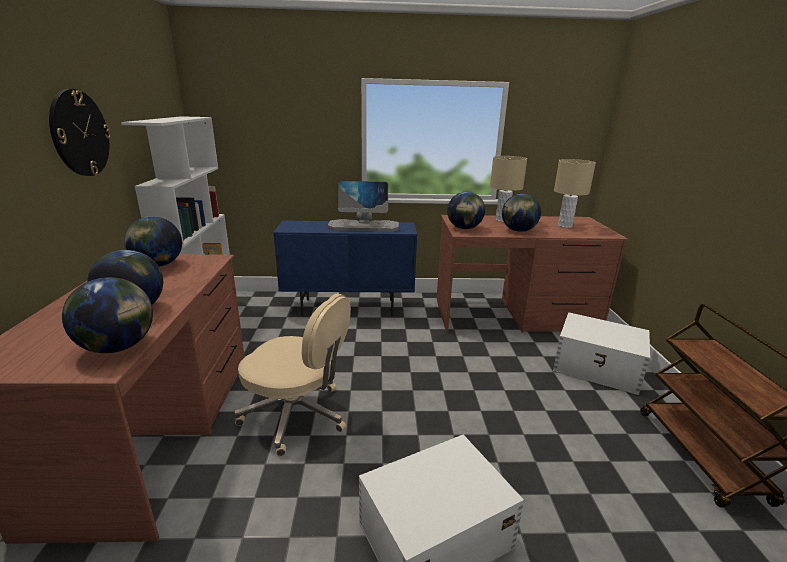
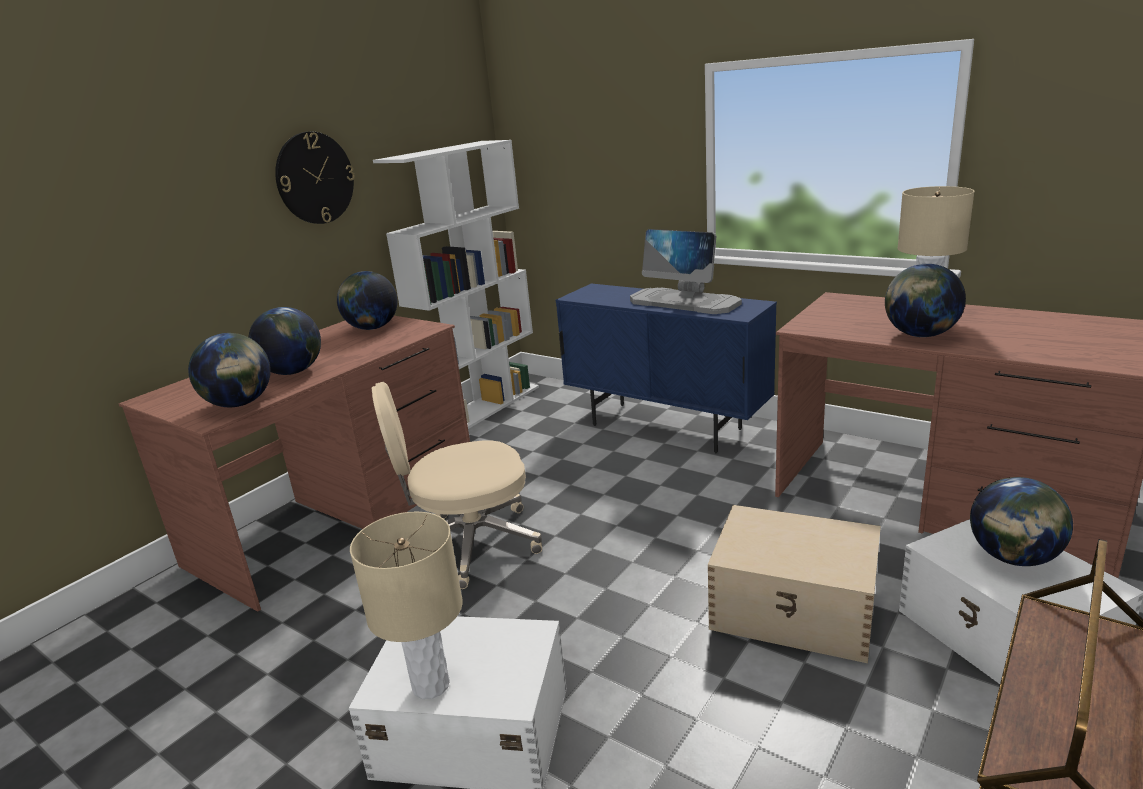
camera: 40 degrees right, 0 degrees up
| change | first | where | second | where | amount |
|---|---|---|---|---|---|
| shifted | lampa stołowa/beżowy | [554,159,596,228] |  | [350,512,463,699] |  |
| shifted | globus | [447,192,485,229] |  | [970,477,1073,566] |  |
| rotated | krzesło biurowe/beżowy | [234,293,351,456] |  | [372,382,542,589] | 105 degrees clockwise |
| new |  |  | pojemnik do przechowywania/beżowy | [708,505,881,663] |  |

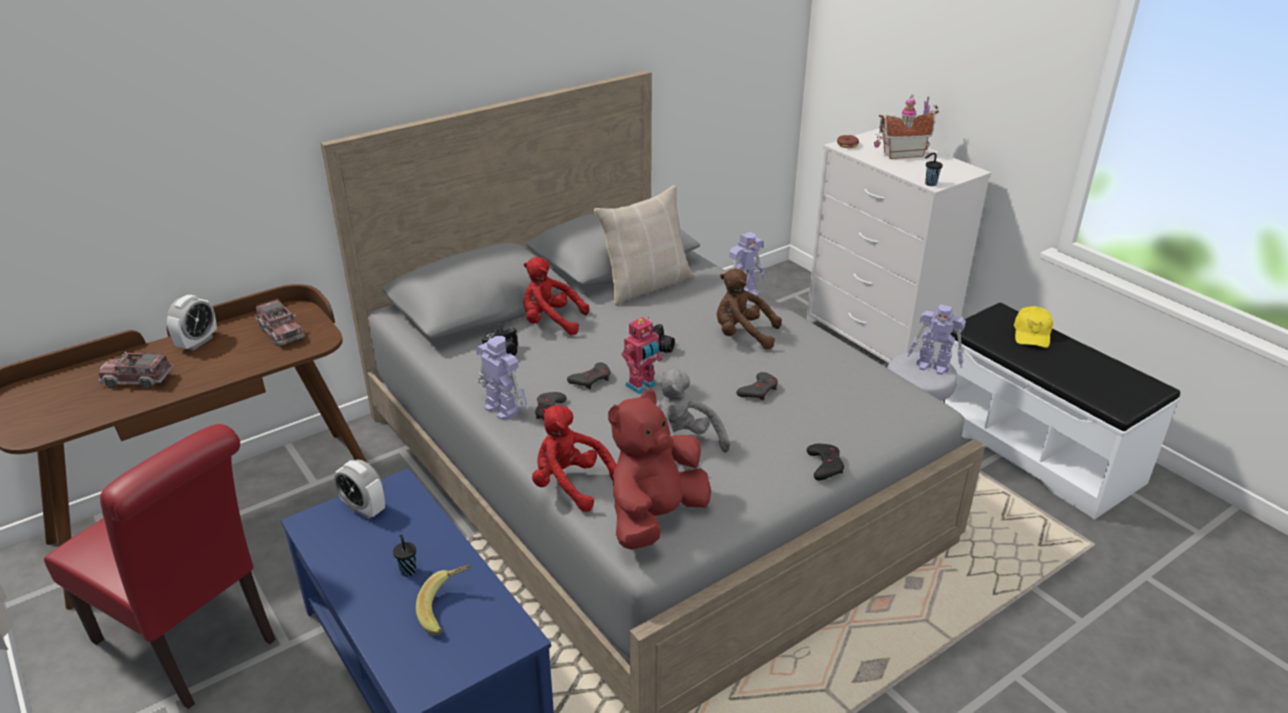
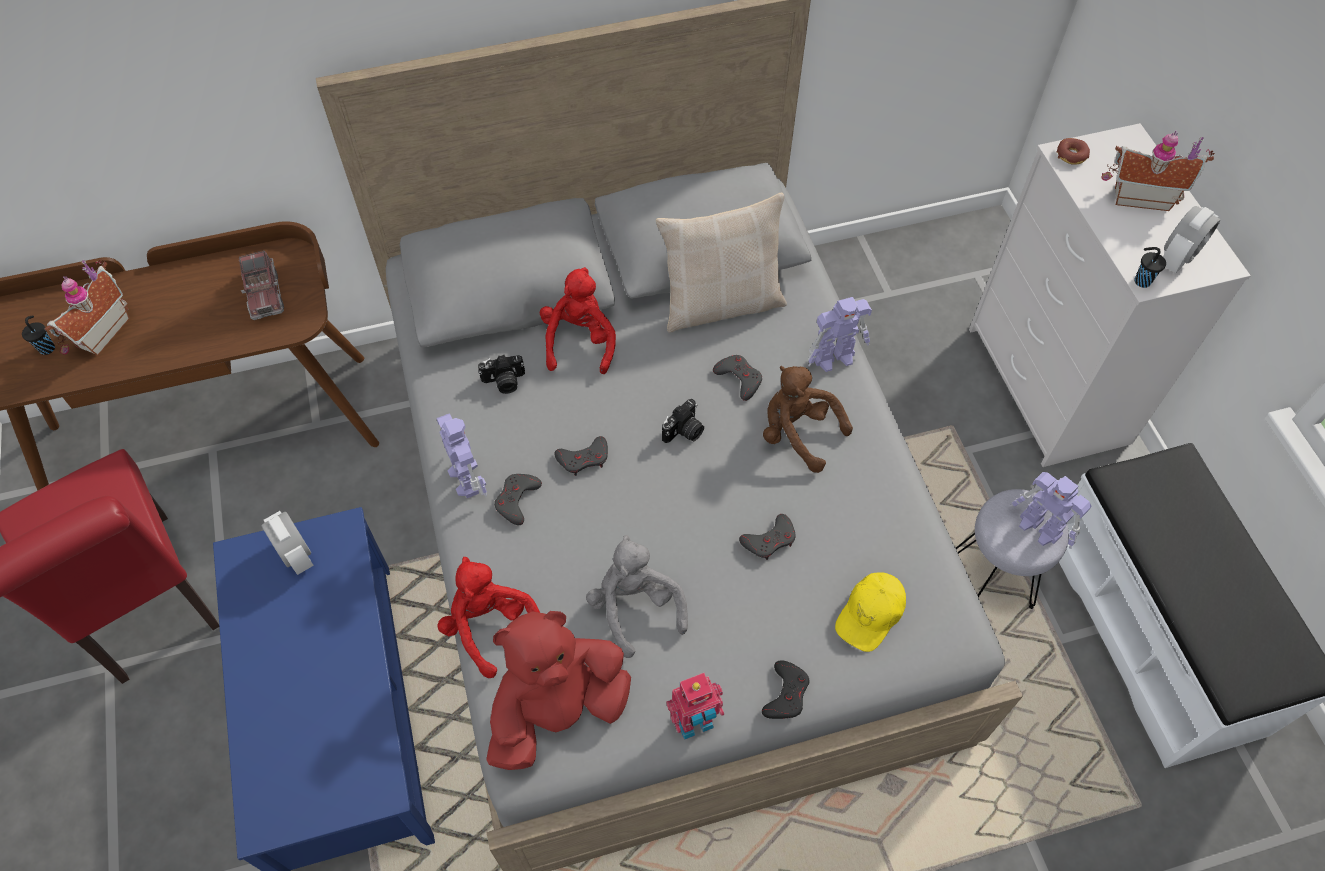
camera: 20 degrees right, 25 degrees up
| change | first | where | second | where | amount |
|---|---|---|---|---|---|
| rotated | pluszak/czerwony | [523,257,589,335] |  | [540,267,616,374] | 60 degrees clockwise |
| shifted | budzik | [167,295,217,351] |  | [1163,206,1220,273] |  |
| shifted | czapka z daszkiem/żółty | [1014,306,1053,348] |  | [835,572,906,652] |  |
| shifted | robot zabawkowy | [622,317,662,394] |  | [666,673,724,740] |  |
| swapped | ciężarówka zabawkowa | [98,352,174,389] | domek | [44,259,130,356] |  |
| shifted | filiżanka/czarny | [393,535,416,577] |  | [22,315,55,355] |  |
| gone | banan | [416,565,471,635] |  |  |  |
| new |  |  | pad do gier/szary | [713,355,762,401] |  |

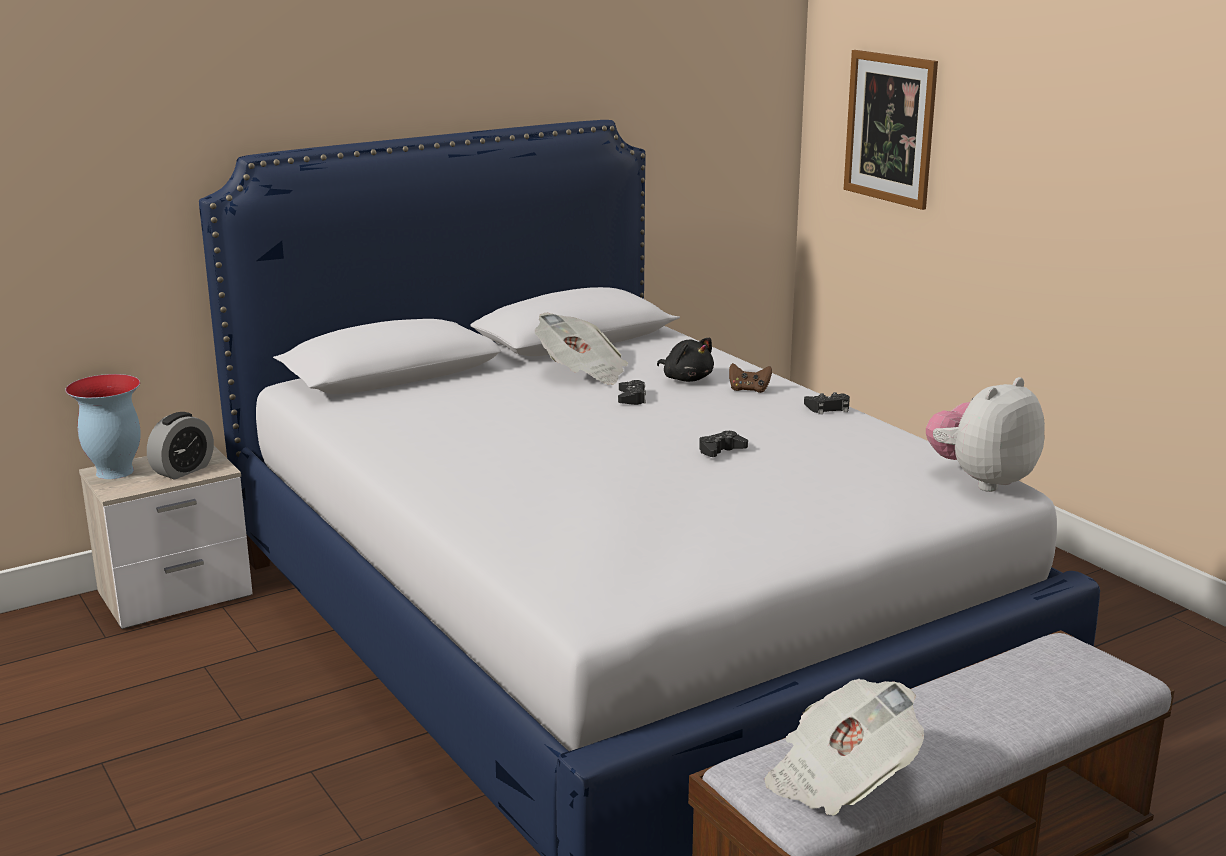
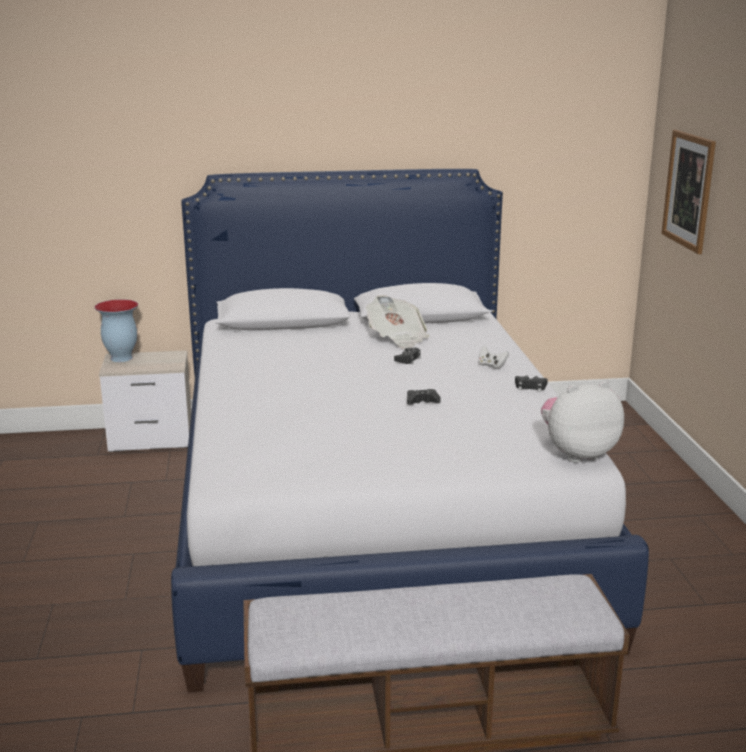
camera: 25 degrees right, 0 degrees up
| change | first | where | second | where | amount |
|---|---|---|---|---|---|
| gone | pluszak/czarny | [657,338,714,382] |  |  |  |
| repainted | pad do gier/brązowy | [729,363,772,393] | pad do gier/biały | [478,346,509,369] |  |
| gone | budzik | [147,412,214,480] |  |  |  |
| gone | gazeta | [764,679,924,816] |  |  |  |

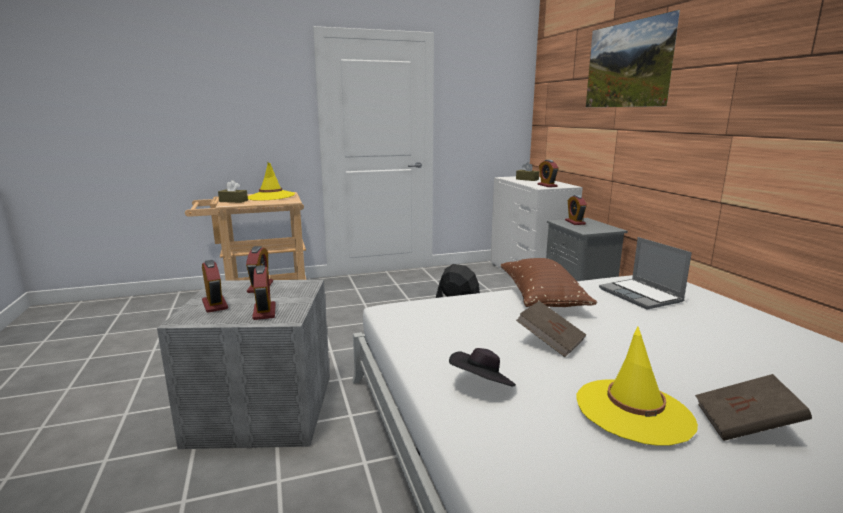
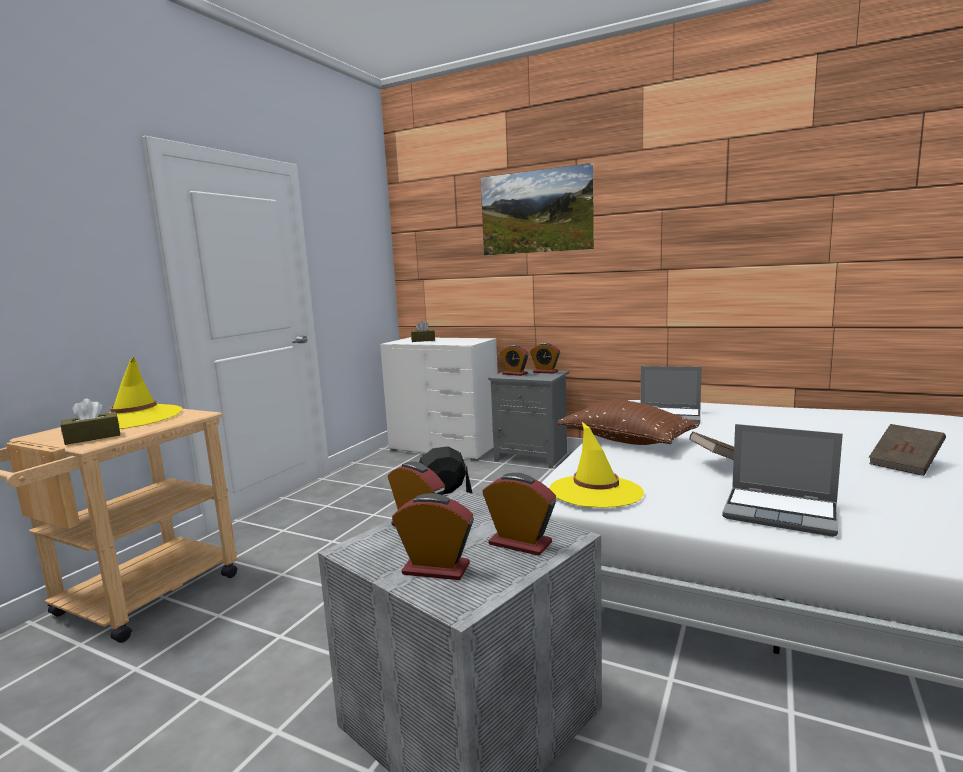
camera: 45 degrees left, 5 degrees down
| change | first | where | second | where | amount |
|---|---|---|---|---|---|
| shifted | budzik | [537,160,559,187] |  | [530,343,560,374] |  |
| shifted | kapelusz/żółty | [577,326,698,446] |  | [549,422,644,508] |  |
| swapped | kapelusz/czarny | [449,348,516,386] | laptop | [722,424,843,537] |  |

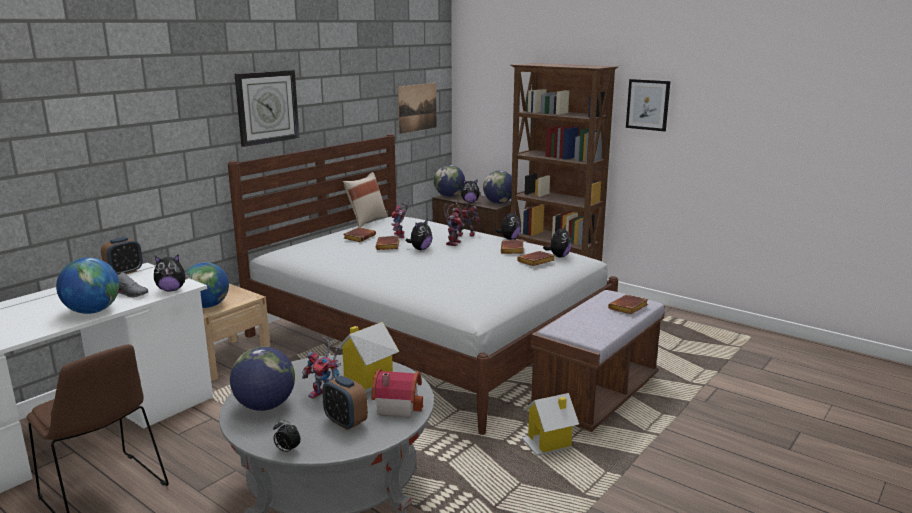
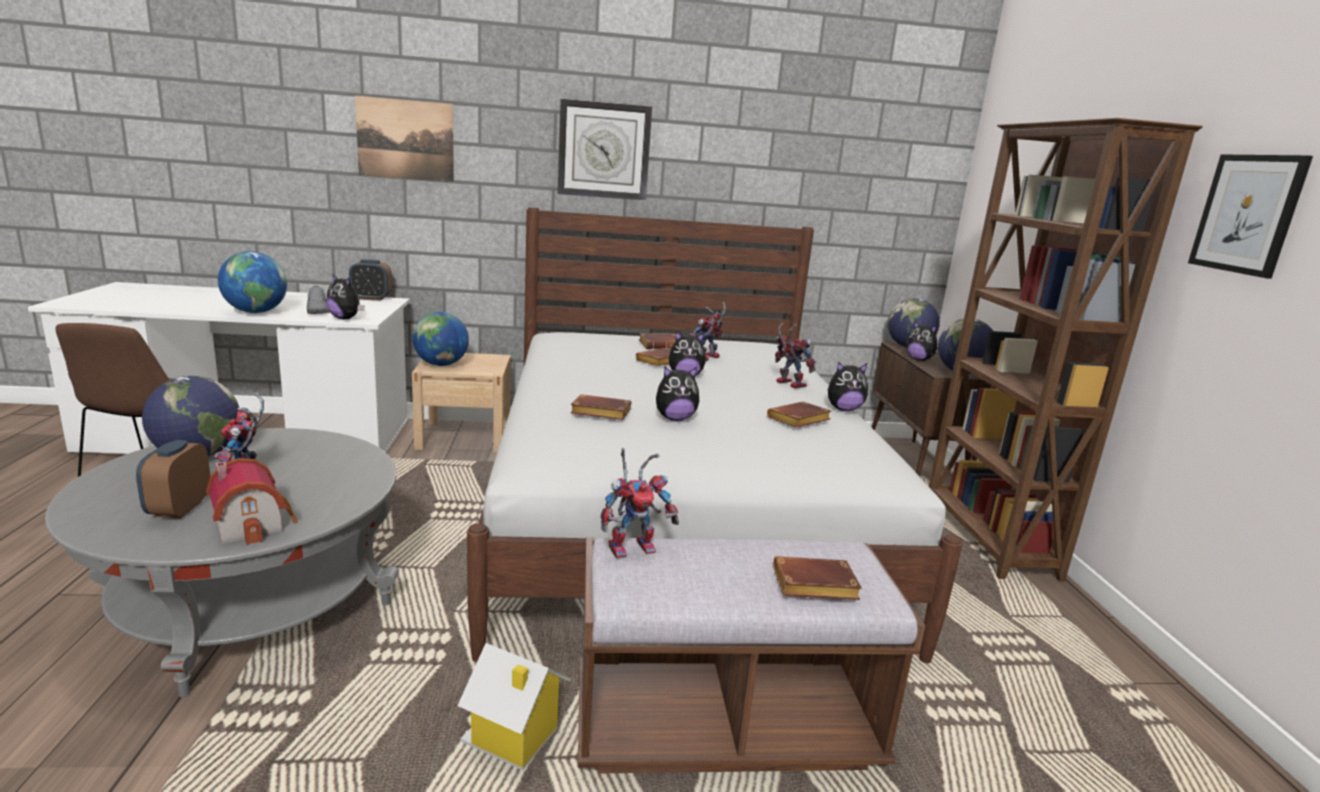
camera: 45 degrees right, 0 degrees up
| change | first | where | second | where | amount |
|---|---|---|---|---|---|
| shifted | obraz | [398,83,436,134] |  | [355,96,454,182] |  |
| gone | poduszka/beżowy | [343,172,387,227] |  |  |  |
| shifted | robot zabawkowy | [443,204,465,246] |  | [601,448,679,559] |  |
| shifted | pluszak | [543,225,572,257] |  | [656,367,699,421] |  |
| shifted | książka/brązowy | [517,251,555,266] |  | [570,394,631,420] |  |
| gone | domek | [335,322,400,393] |  |  |  |
| gone | budzik | [273,420,301,452] |  |  |  |

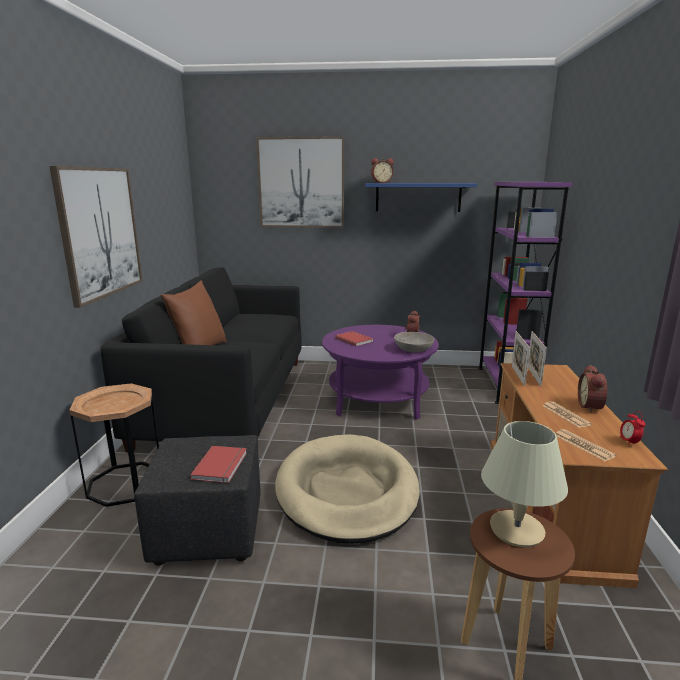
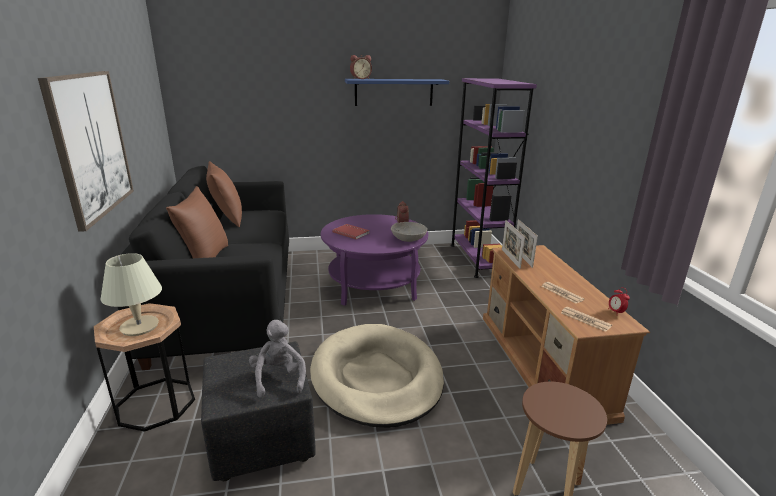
camera: 15 degrees left, 5 degrees up
| change | first | where | second | where | amount |
|---|---|---|---|---|---|
| gone | obraz | [256,136,344,228] |  |  |  |
| gone | budzik | [578,365,607,413] |  |  |  |
| shifted | lampa stołowa/beżowy | [481,421,568,547] |  | [101,253,162,336] |  |
| swapped | książka/czerwony | [190,446,247,483] | pluszak/szary | [249,320,306,398] |  |
| new |  |  | poduszka/brązowy | [206,161,242,228] |  |

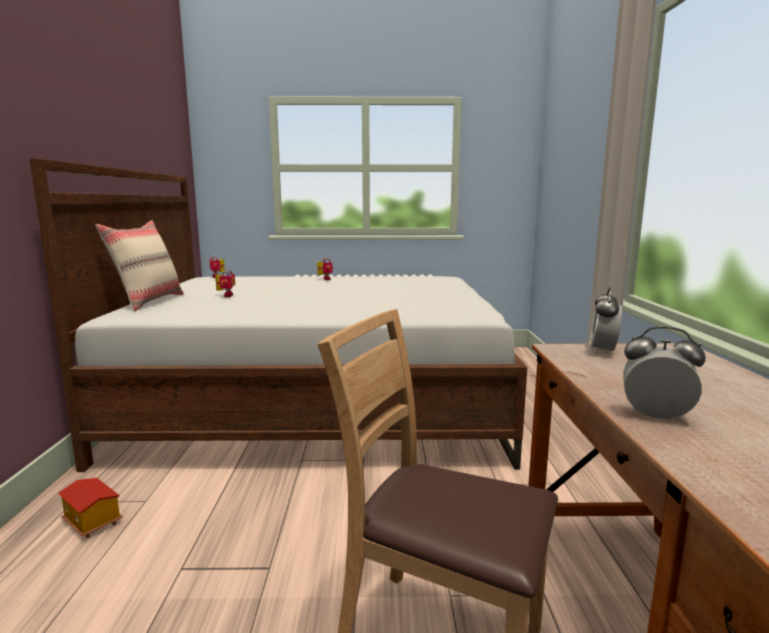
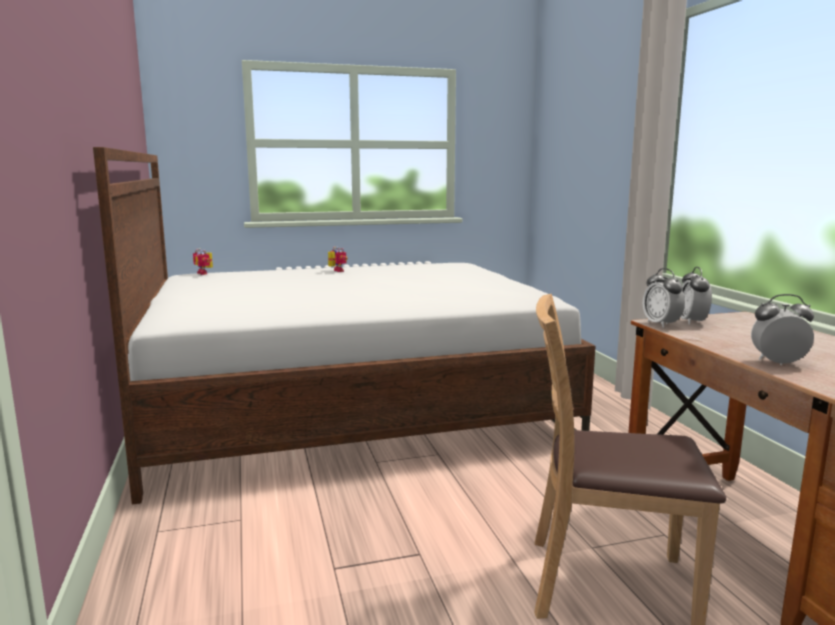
camera: 15 degrees left, 0 degrees up
| change | first | where | second | where | amount |
|---|---|---|---|---|---|
| gone | poduszka/beżowy | [95,220,184,311] |  |  |  |
| gone | robot zabawkowy | [215,269,235,297] |  |  |  |
| gone | domek | [58,478,123,538] |  |  |  |
| new |  |  | budzik | [643,268,685,328] |  |

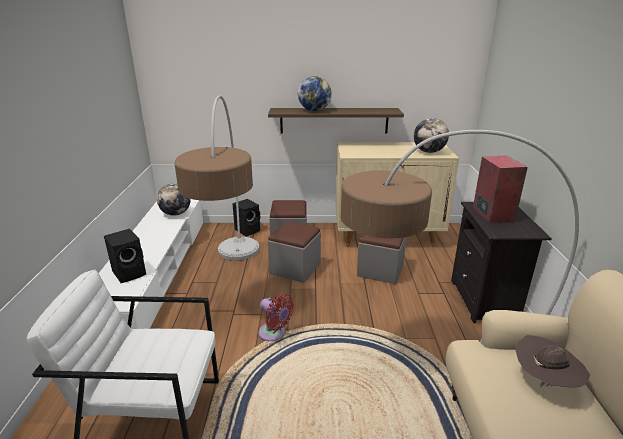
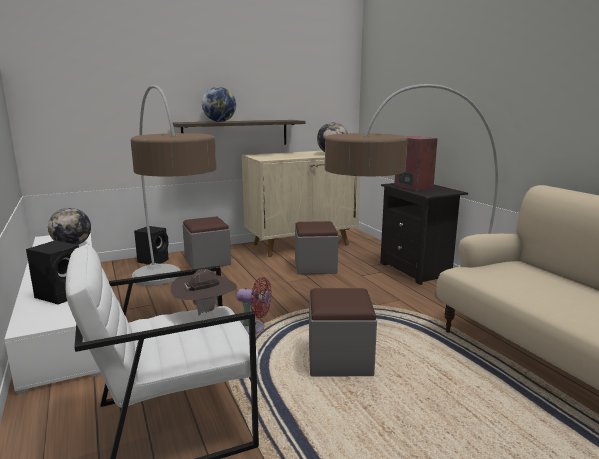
camera: 25 degrees left, 10 degrees down
| change | first | where | second | where | amount |
|---|---|---|---|---|---|
| shifted | pufa/szary | [268,221,321,283] |  | [309,288,377,376] |  |
| shifted | kapelusz/brązowy | [515,335,590,388] |  | [171,269,237,316] |  |

